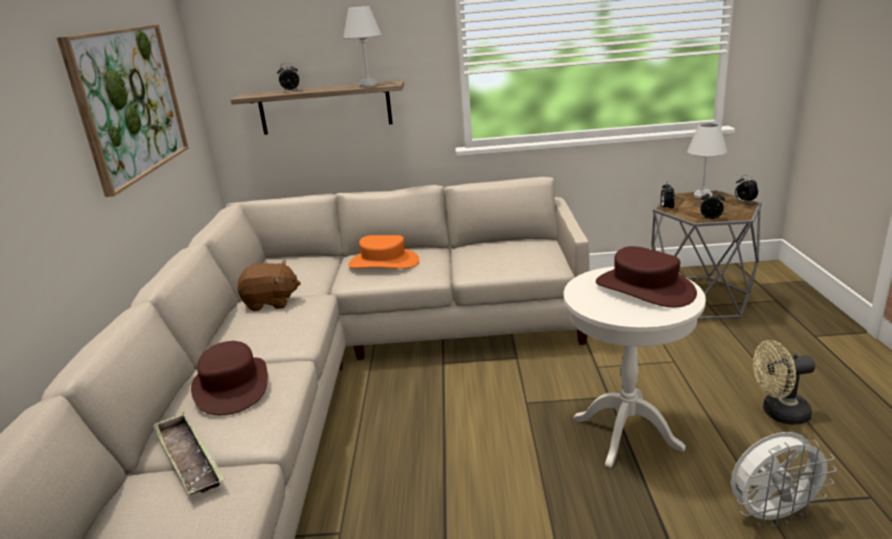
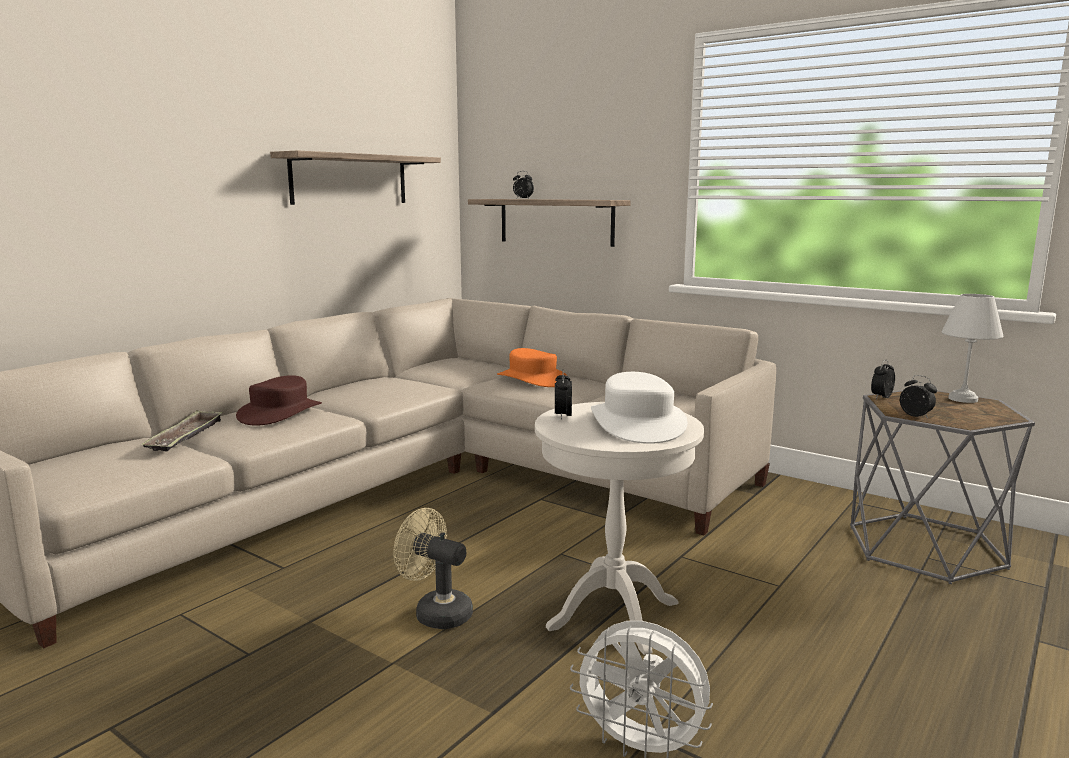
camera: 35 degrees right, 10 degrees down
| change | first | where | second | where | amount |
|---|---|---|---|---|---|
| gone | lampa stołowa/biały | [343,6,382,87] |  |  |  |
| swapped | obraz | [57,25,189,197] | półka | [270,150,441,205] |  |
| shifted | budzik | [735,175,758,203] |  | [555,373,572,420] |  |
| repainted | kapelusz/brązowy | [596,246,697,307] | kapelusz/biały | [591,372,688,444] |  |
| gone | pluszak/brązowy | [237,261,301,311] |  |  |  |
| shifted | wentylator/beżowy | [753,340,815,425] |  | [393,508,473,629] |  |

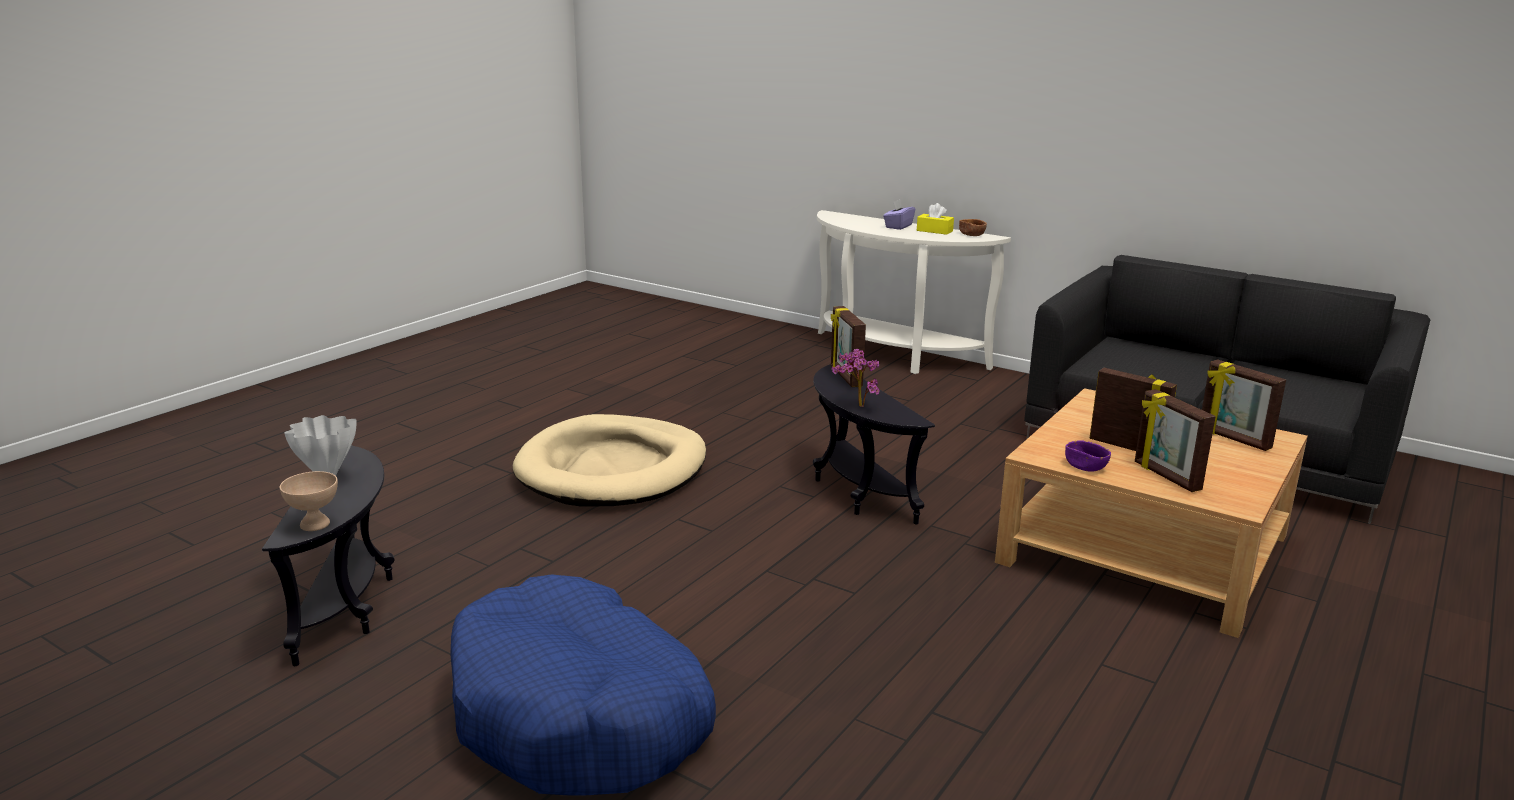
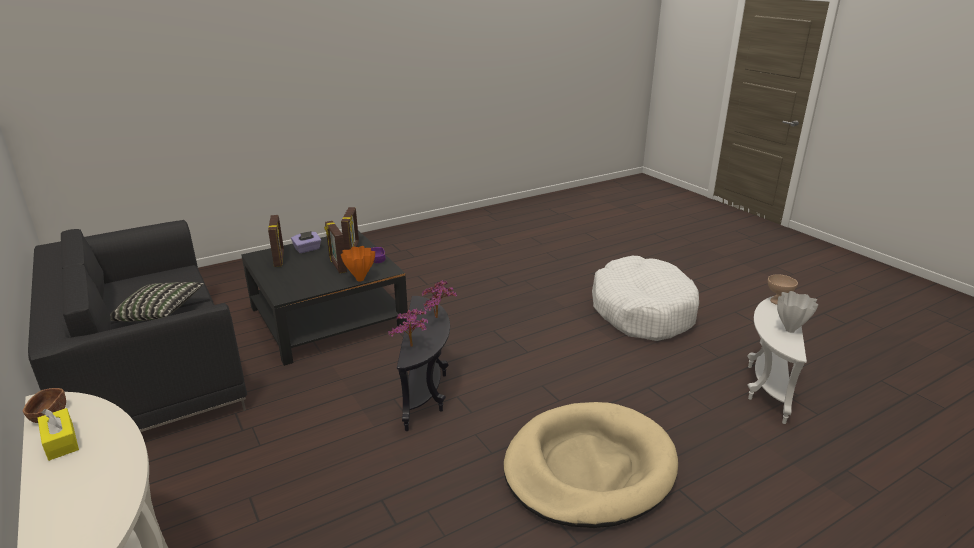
camera: 155 degrees left, 5 degrees up
| change | first | where | second | where | amount |
|---|---|---|---|---|---|
| shifted | pudełko chusteczek/fioletowy | [883,200,915,230] |  | [291,231,321,253] |  |
| swapped | ramka na zdjęcie | [831,306,866,387] | roślina doniczkowa | [388,308,428,347] |  |
| repainted | ława/beżowy | [995,388,1308,638] | ława/czarny | [241,231,408,366] |  |
| repainted | stolik/czarny | [262,445,395,666] | stolik/biały | [747,296,807,424] |  |
| repainted | legowisko/niebieski | [450,574,716,796] | legowisko/biały | [592,256,699,341] |  |
| new |  |  | wazon/pomarańczowy | [341,246,375,282] |  |
| new |  |  | poduszka | [110,282,204,321] |  |

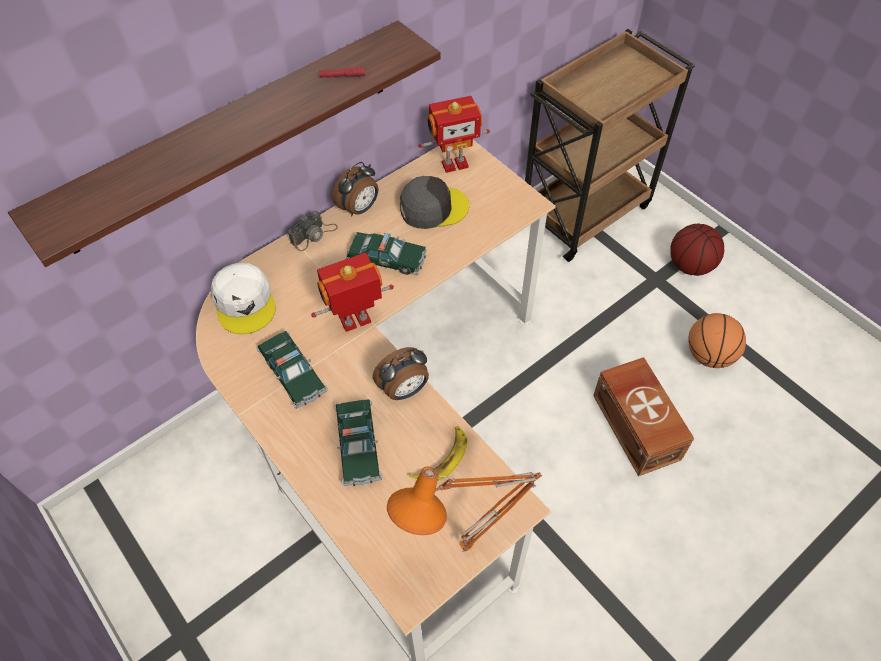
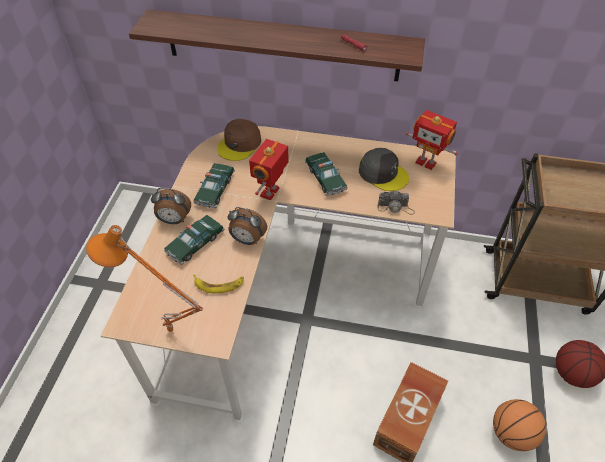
camera: 50 degrees right, 5 degrees down
| change | first | where | second | where | amount |
|---|---|---|---|---|---|
| shifted | budzik | [332,162,378,216] |  | [151,188,191,224] |  |
| shifted | aparat fotograficzny | [288,211,338,251] |  | [378,190,415,215] |  |
| rotated | robot zabawkowy | [311,253,394,332] |  | [249,139,289,200] | 90 degrees counterclockwise |
| repainted | czapka z daszkiem/biały | [211,262,276,334] | czapka z daszkiem/brązowy | [217,119,261,161] |  |

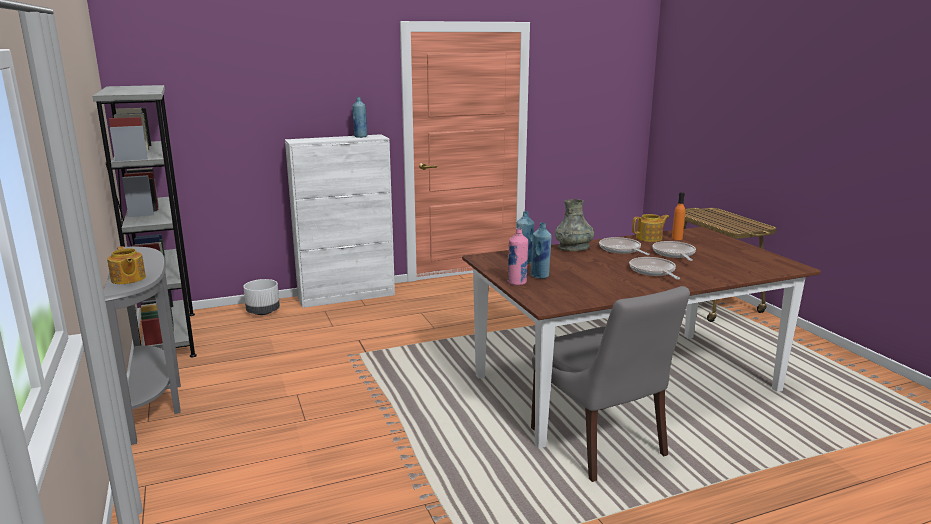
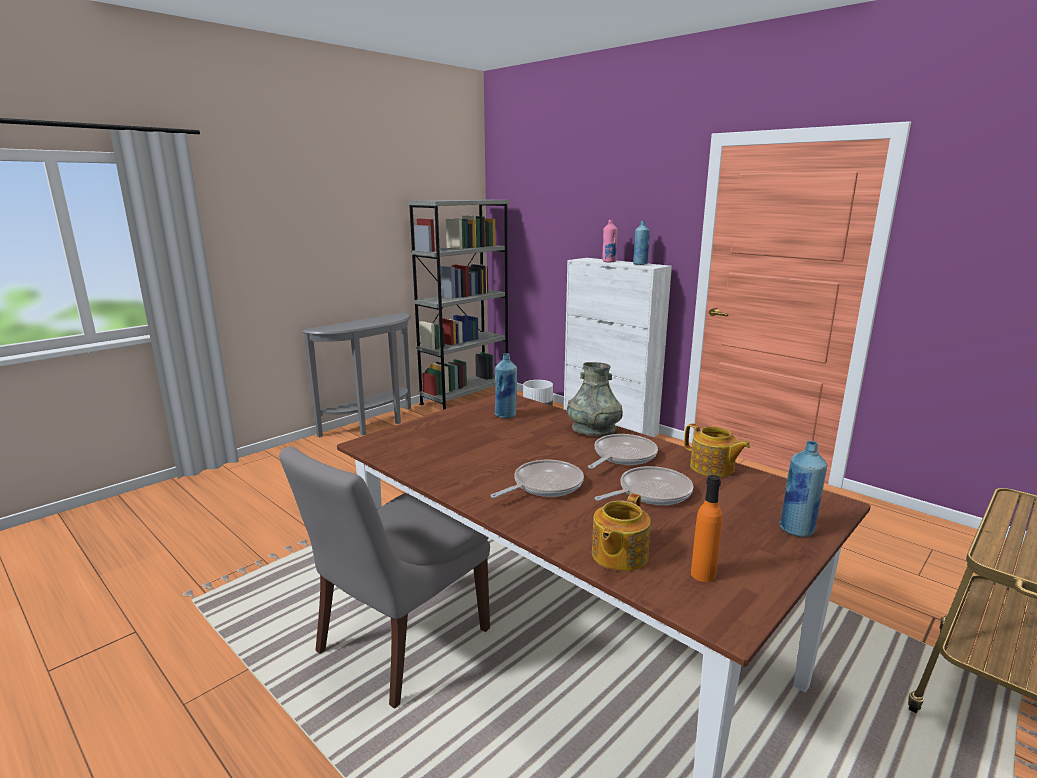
camera: 65 degrees right, 0 degrees up
| change | first | where | second | where | amount |
|---|---|---|---|---|---|
| shifted | butelka/pomarańczowy | [672,192,685,240] |  | [691,475,722,582] |  |
| shifted | butelka/niebieski | [531,223,552,279] |  | [779,441,827,537] |  |
| shifted | butelka/różowy | [508,228,528,286] |  | [602,220,617,262] |  |
| shifted | imbryk | [107,246,146,284] |  | [592,493,651,571] |  |

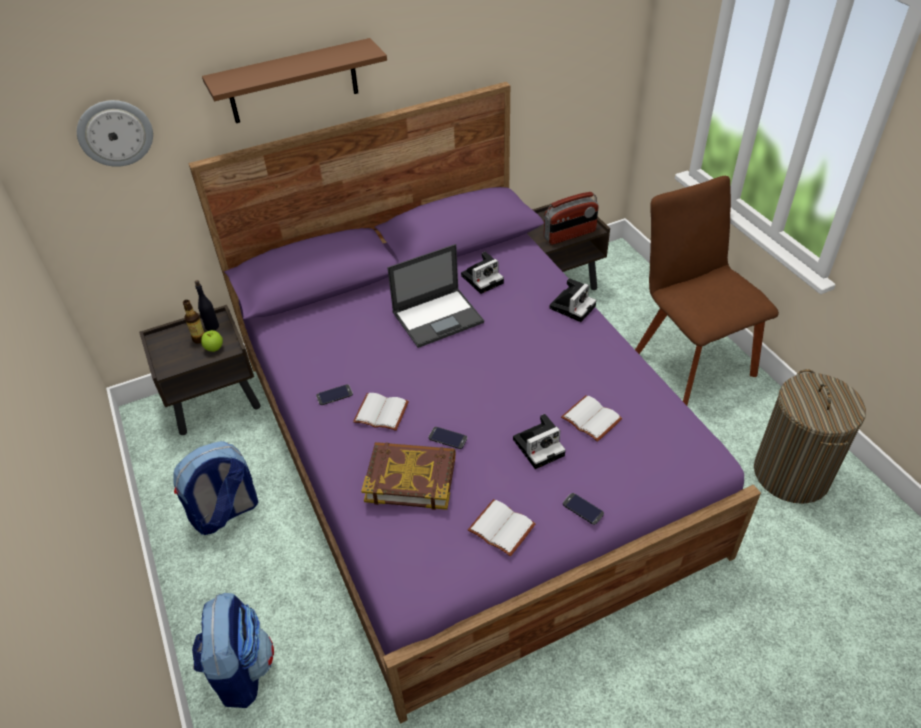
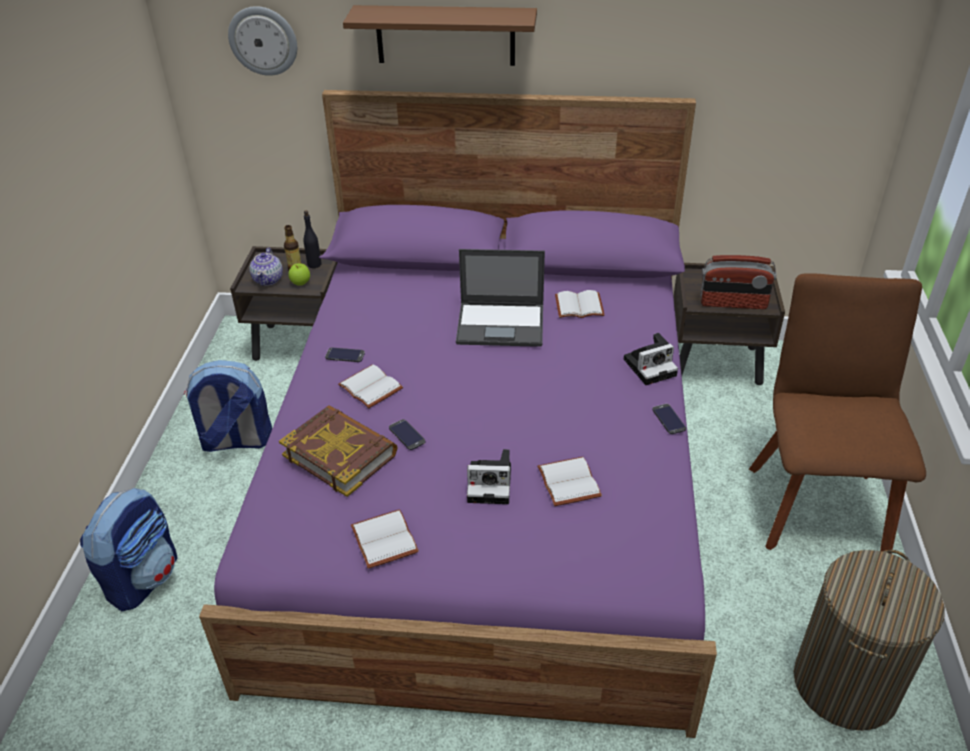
camera: 30 degrees right, 5 degrees down
| change | first | where | second | where | amount |
|---|---|---|---|---|---|
| swapped | aparat fotograficzny | [461,252,504,294] | książka/biały | [555,290,604,318] |  |
| shifted | telefon | [563,493,604,525] |  | [652,404,686,434] |  |
| new |  |  | imbryk | [249,247,283,286] |  |

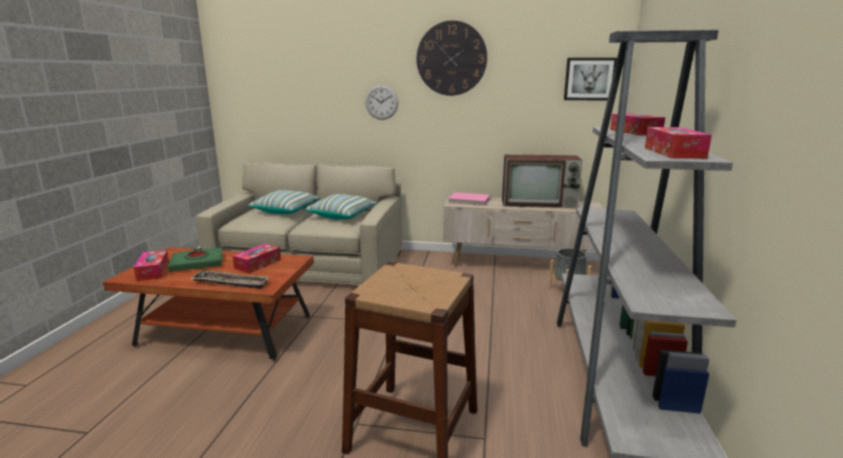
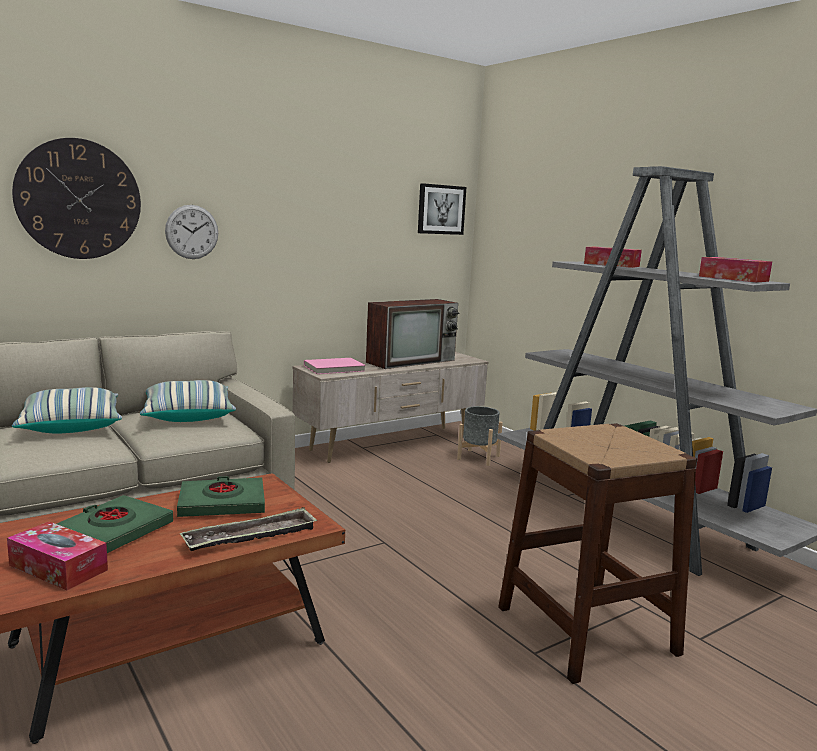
camera: 45 degrees left, 5 degrees down
| change | first | where | second | where | amount |
|---|---|---|---|---|---|
| shifted | zegar ścienny | [417,20,487,96] |  | [12,138,141,259] |  |
| swapped | pudełko chusteczek | [233,244,281,273] | książka/zielony | [177,476,265,517] |  |

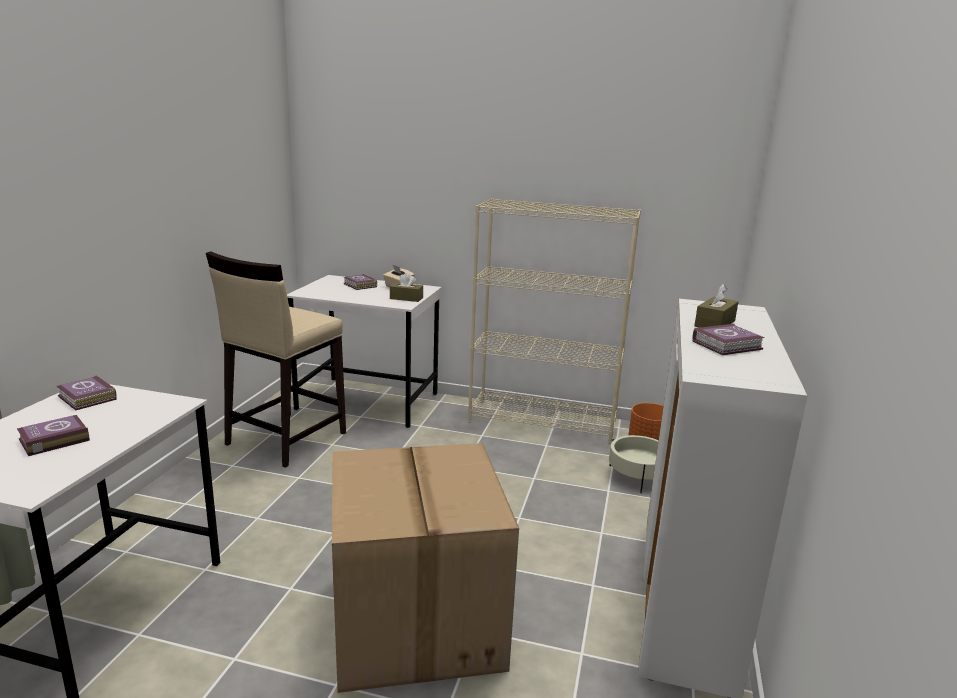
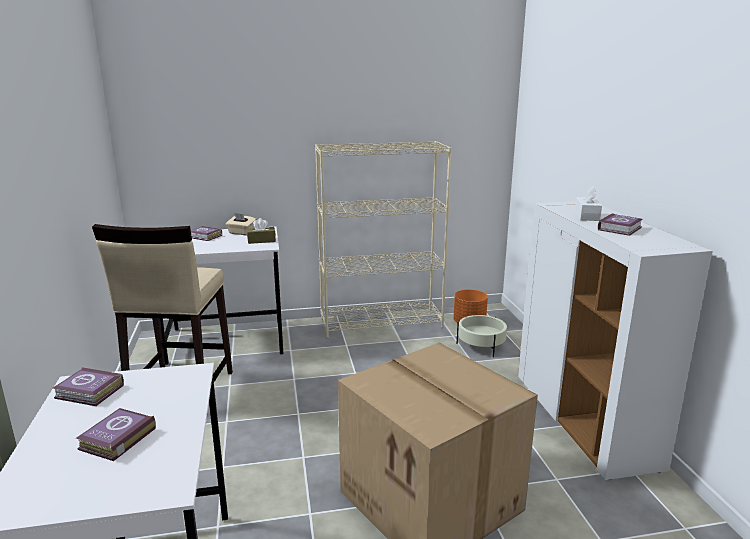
camera: 25 degrees left, 0 degrees up
| change | first | where | second | where | amount |
|---|---|---|---|---|---|
| repainted | pudełko chusteczek/brązowy | [695,284,738,328] | pudełko chusteczek/biały | [575,186,602,221] |  |

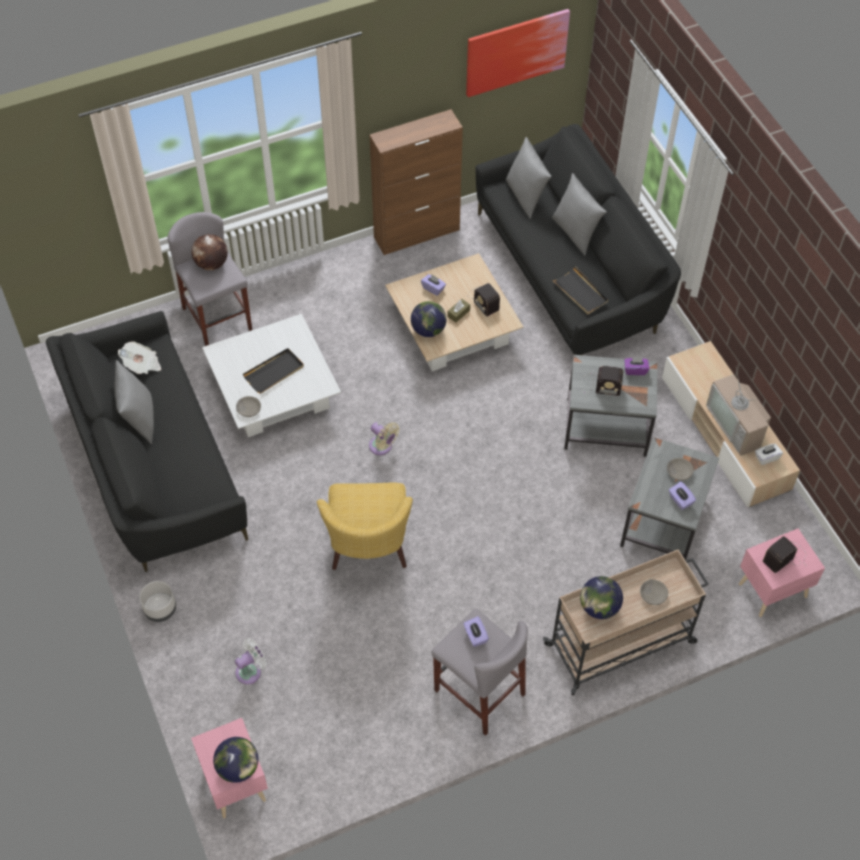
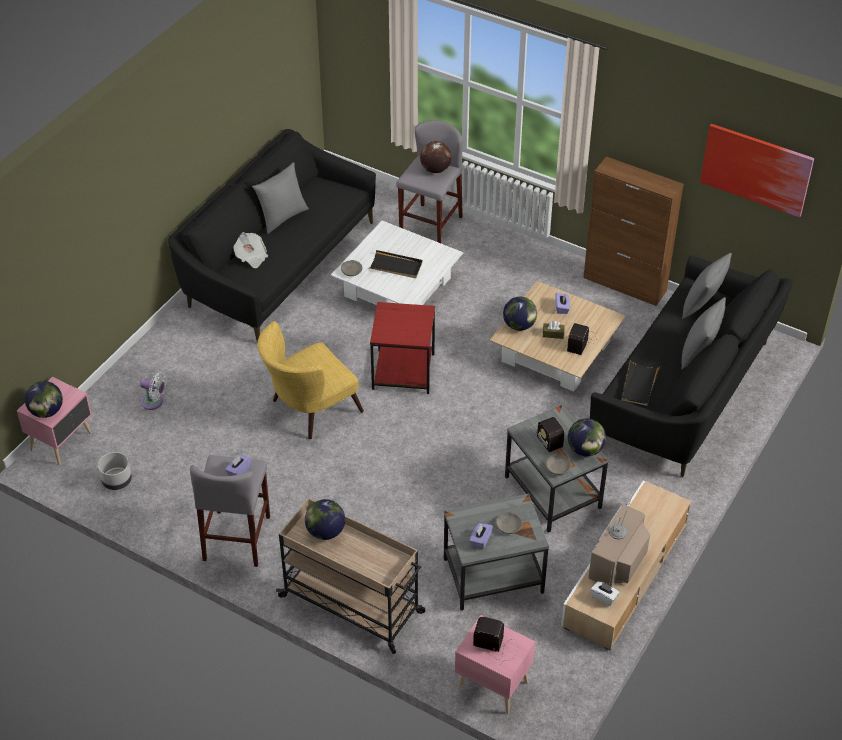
camera: 55 degrees right, 10 degrees down
| change | first | where | second | where | amount |
|---|---|---|---|---|---|
| shifted | gazeta | [118,342,161,374] |  | [233,232,268,268] |  |
| swapped | pudełko chusteczek/fioletowy | [624,357,649,375] | globus | [568,418,606,457] |  |
| swapped | wentylator/beżowy | [369,422,399,455] | stolik/czerwony | [370,302,435,394] |  |
| shifted | miska/szary | [640,579,668,605] |  | [546,454,571,475] |  |
| shifted | donica/szary | [139,581,176,622] |  | [98,452,132,490] |  |

